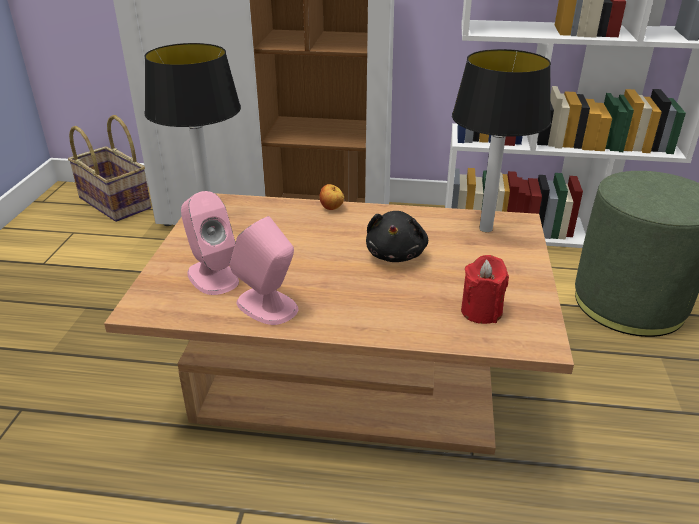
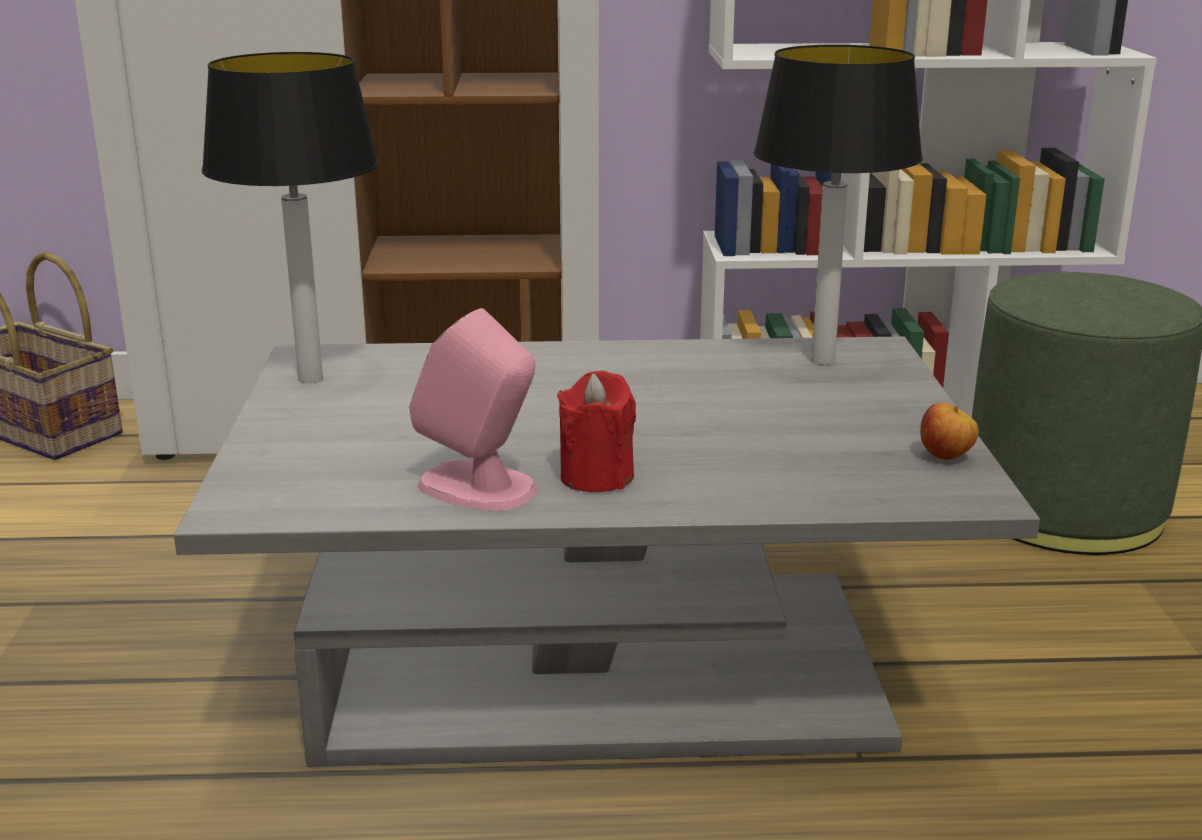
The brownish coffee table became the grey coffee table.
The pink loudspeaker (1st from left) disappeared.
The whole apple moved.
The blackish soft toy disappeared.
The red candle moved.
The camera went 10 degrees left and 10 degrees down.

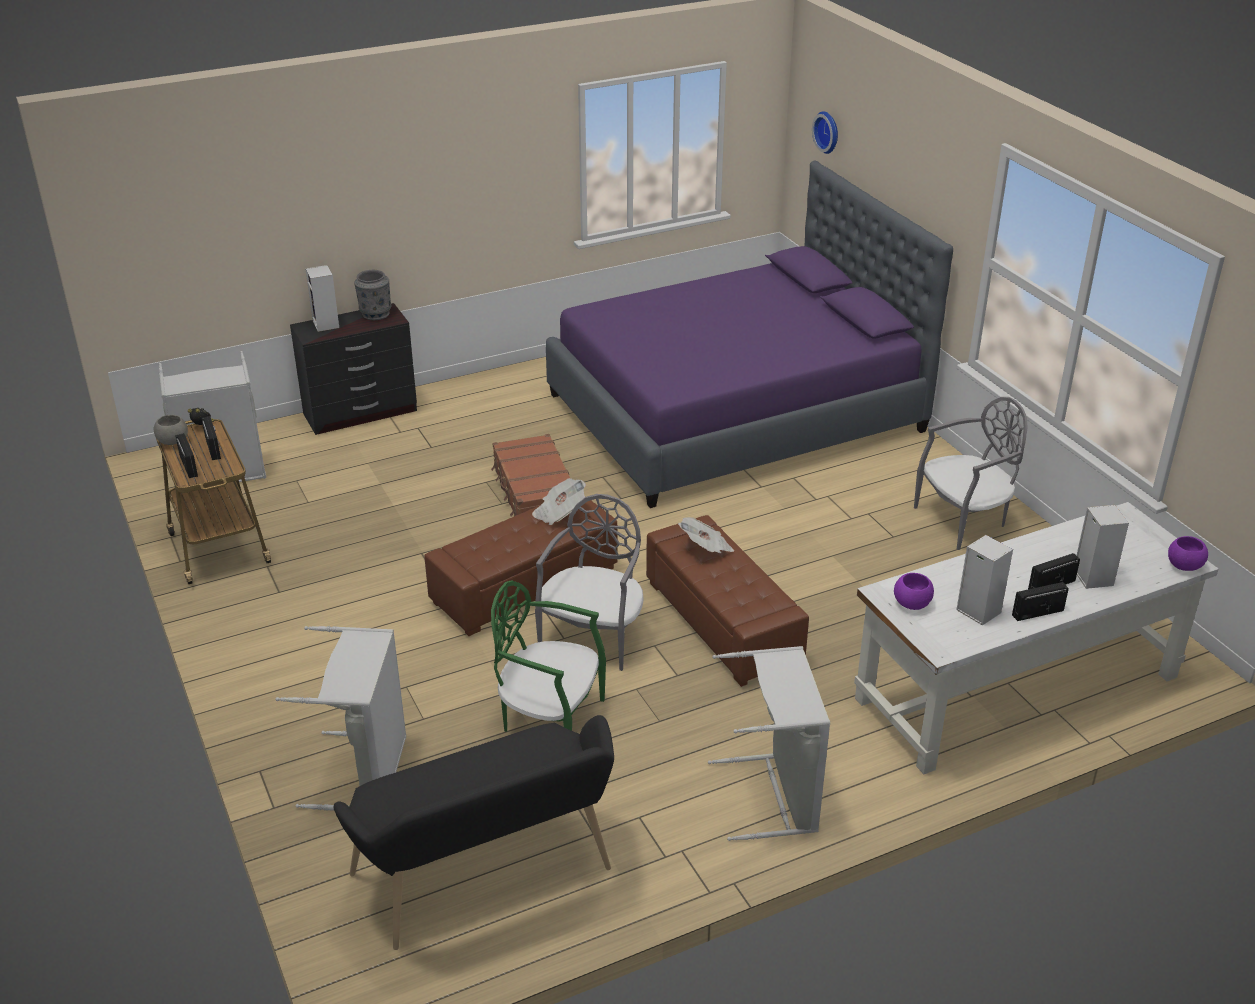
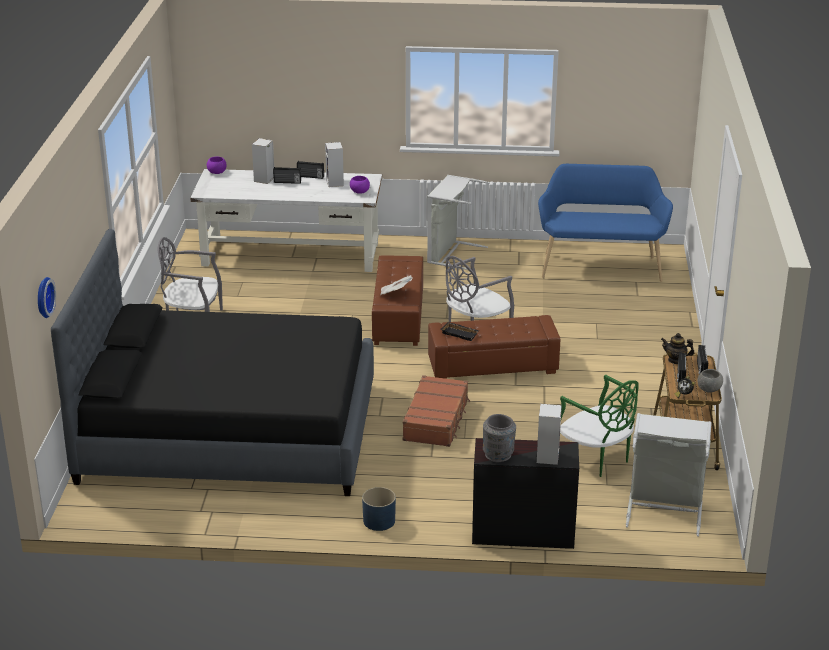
The grey hamper (2nd from left) disappeared.
The blackish indoor bench became the bluish indoor bench.
The green-coloured chair moved.
The daily paper (1st from left) was replaced by the blackish serving tray.
The purple bed became the blackish bed.
The bluish flower pot appeared.
The tea pot appeared.
The camera went 150 degrees left and 5 degrees down.

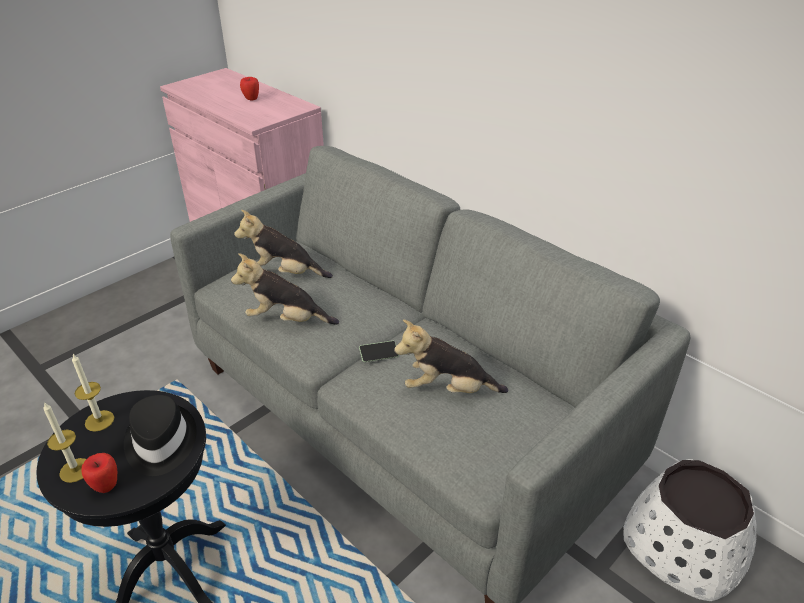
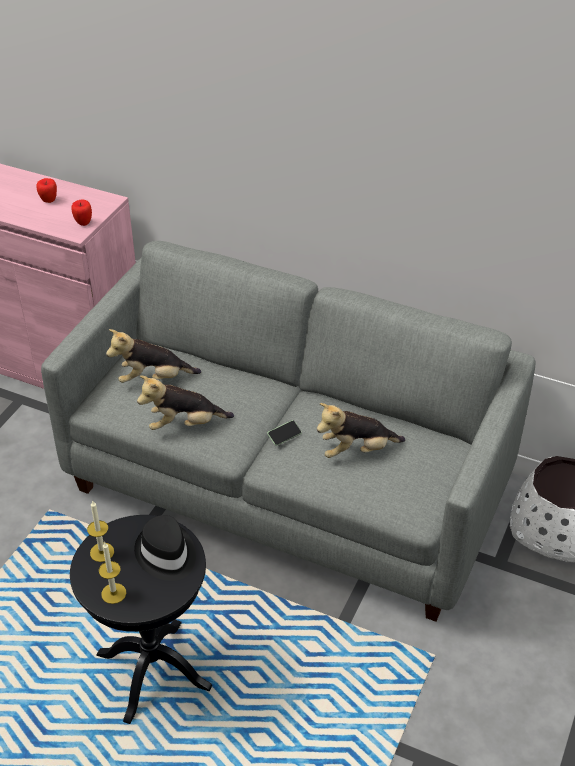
The whole apple (1st from left in the first image) moved.
The camera went 20 degrees left and 5 degrees up.

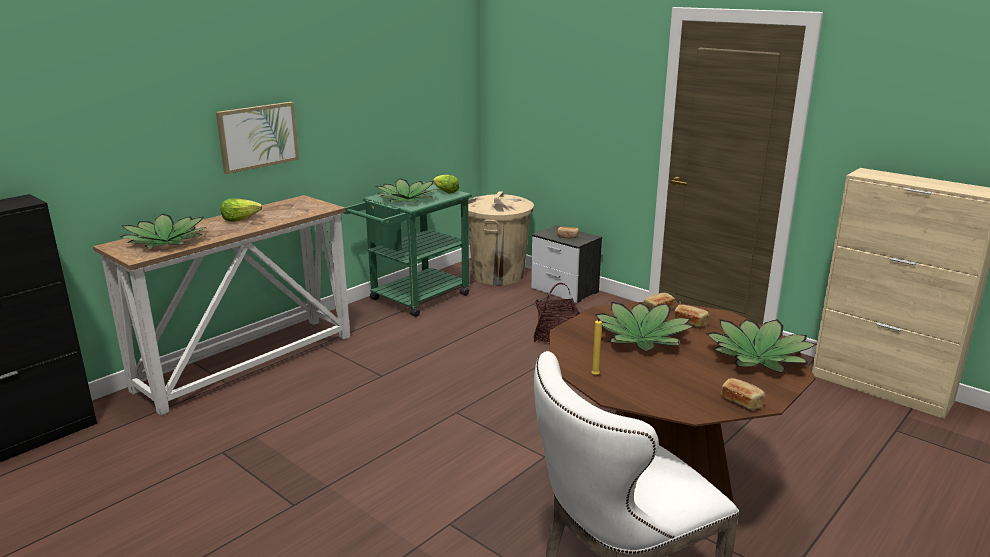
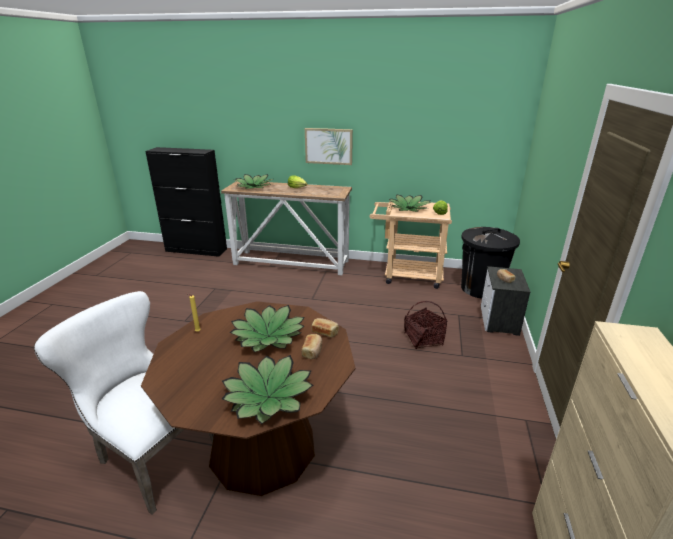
The green-coloured cart became the beige cart.
The beige waste bin became the blackish waste bin.
The baked bread (4th from left) disappeared.
The camera went 60 degrees right and 5 degrees up.

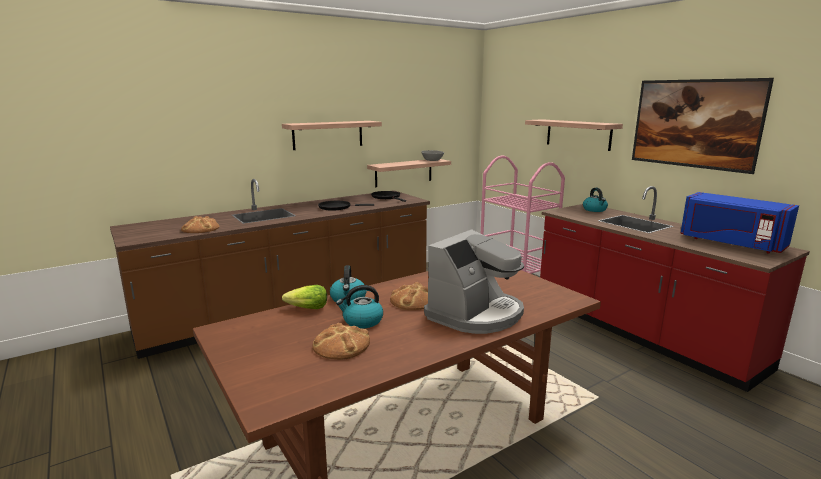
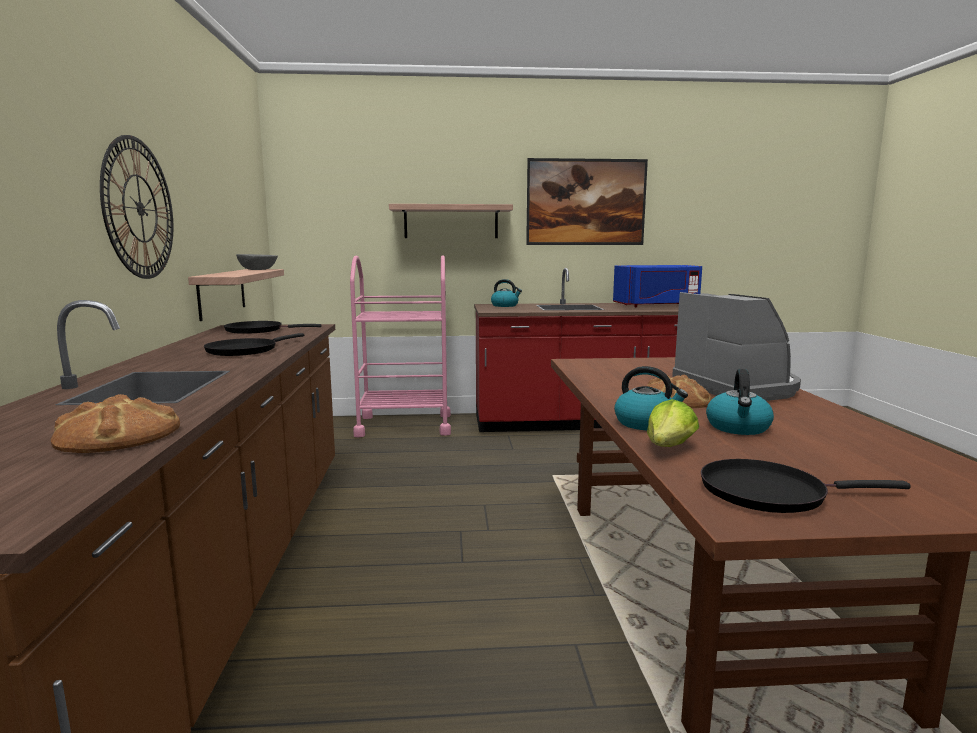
The bracket shelf (1st from left) was replaced by the clock on the wall.
The baked bread (2nd from left) disappeared.
The blackish skillet (3rd from left) appeared.
The camera went 60 degrees left and 5 degrees down.

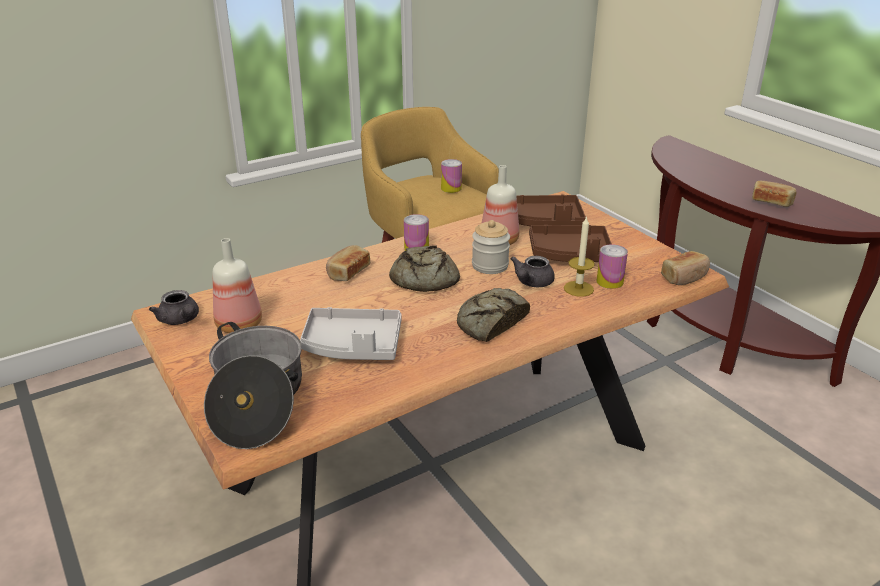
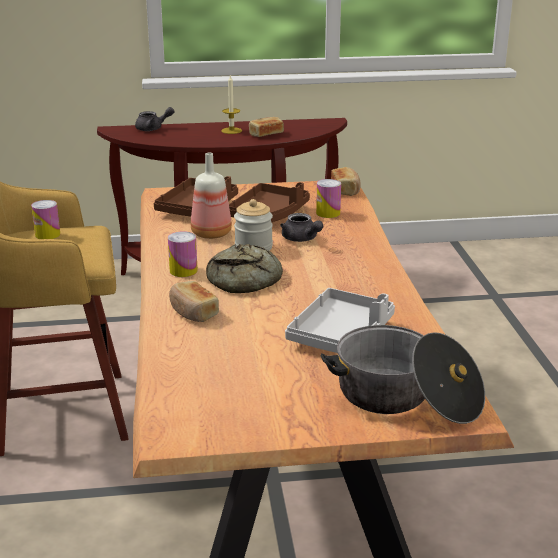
The grey tea pot (1st from left) moved.
The drink bottle (1st from left) disappeared.
The baked bread (3rd from left) disappeared.
The candle moved.
The camera went 65 degrees left and 5 degrees down.

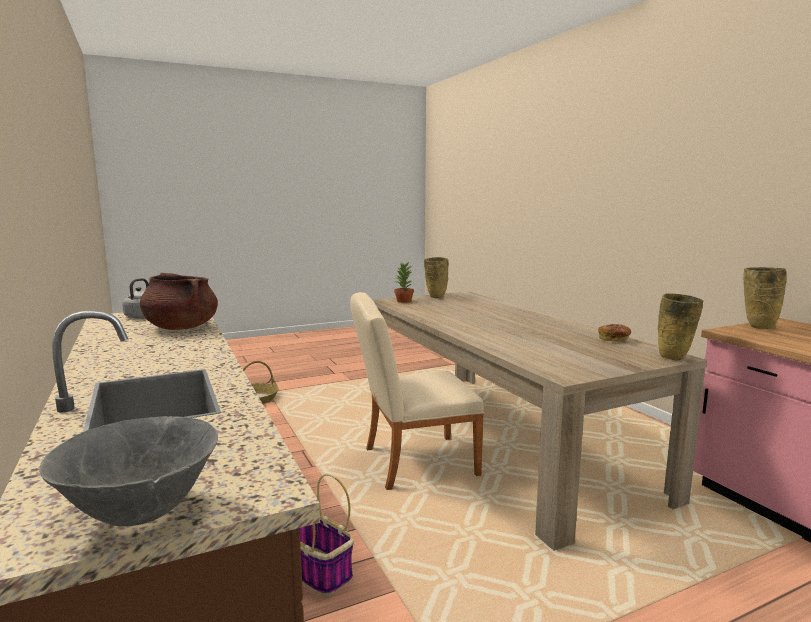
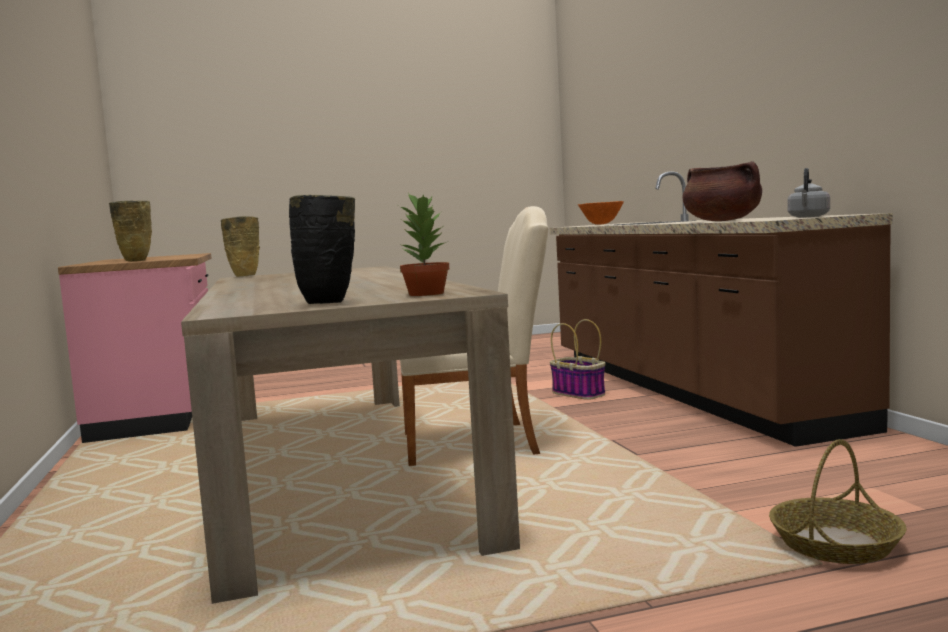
The grey serving bowl became the orangey serving bowl.
The beige decorative vase (1st from left) became the blackish decorative vase.
The baked bread disappeared.
The camera went 170 degrees left and 5 degrees down.

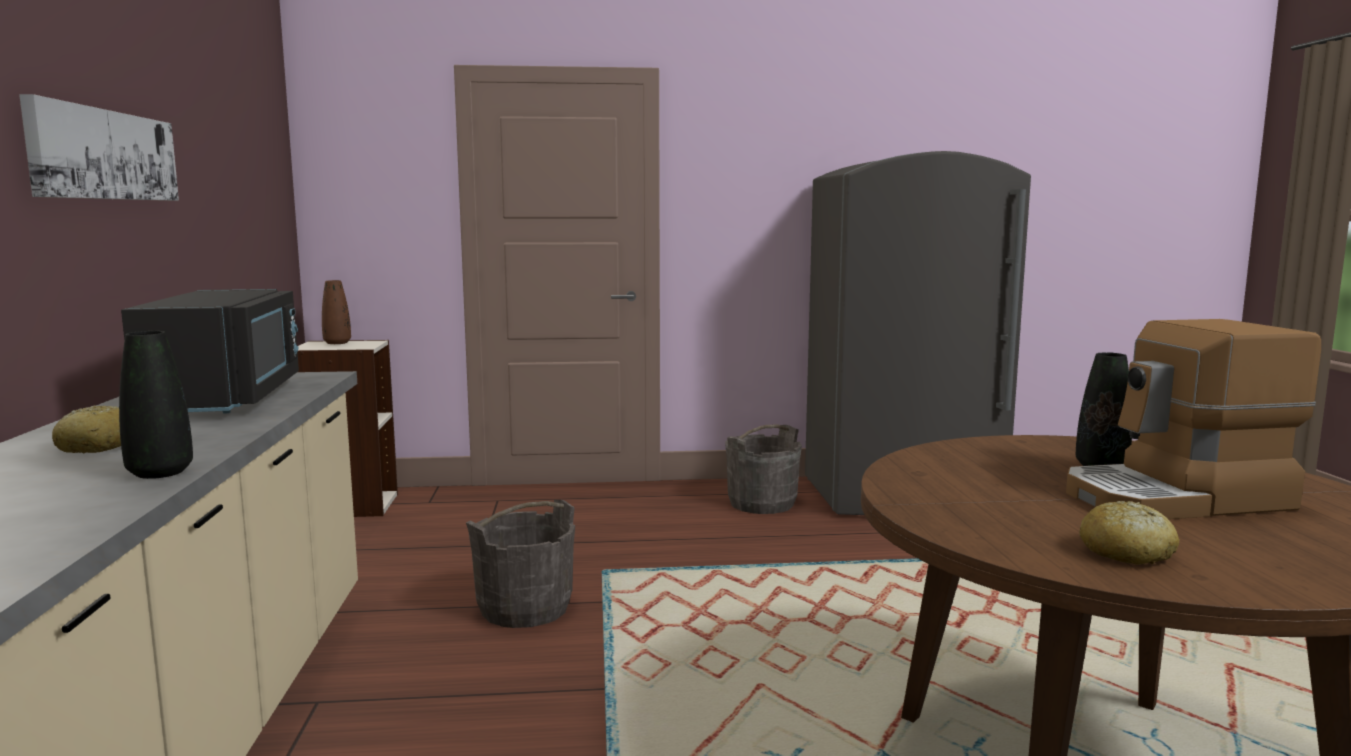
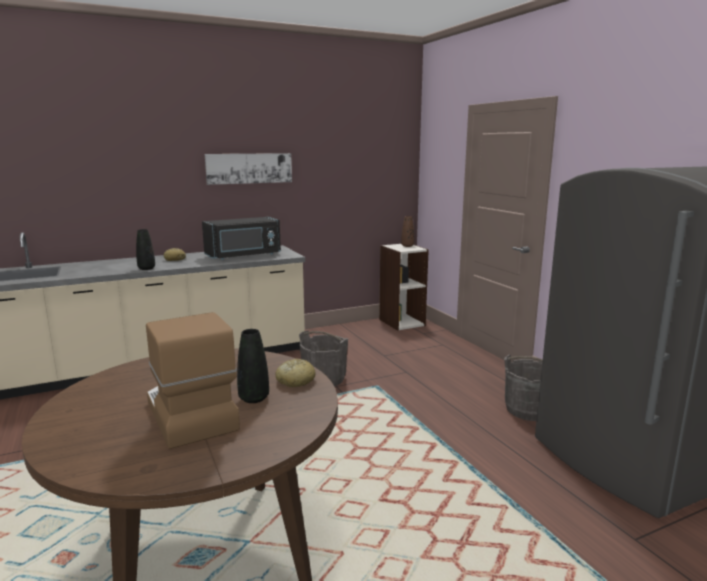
The baked bread (2nd from left) moved.
The camera went 70 degrees right and 5 degrees up.

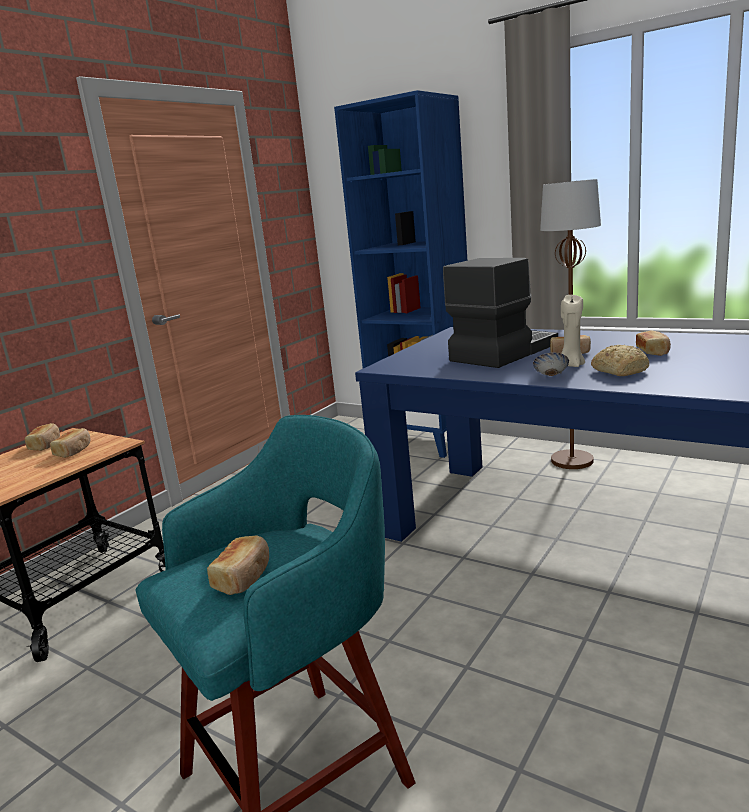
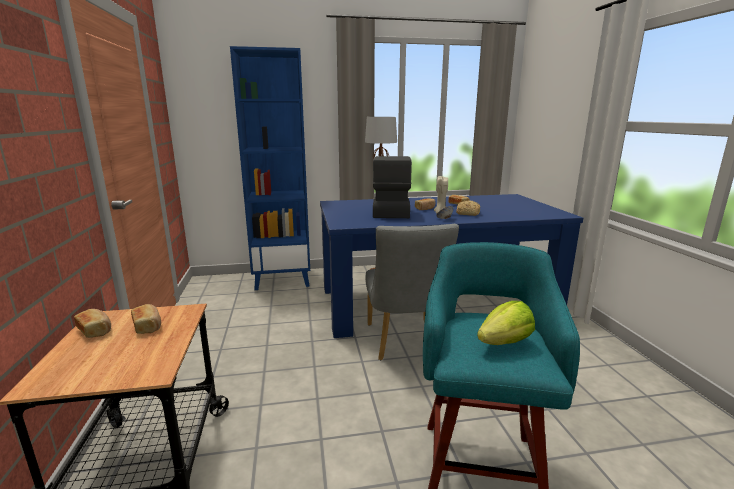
The baked bread (3rd from left) was replaced by the head of lettuce.
The grey chair appeared.
The camera went 45 degrees left and 0 degrees up.

